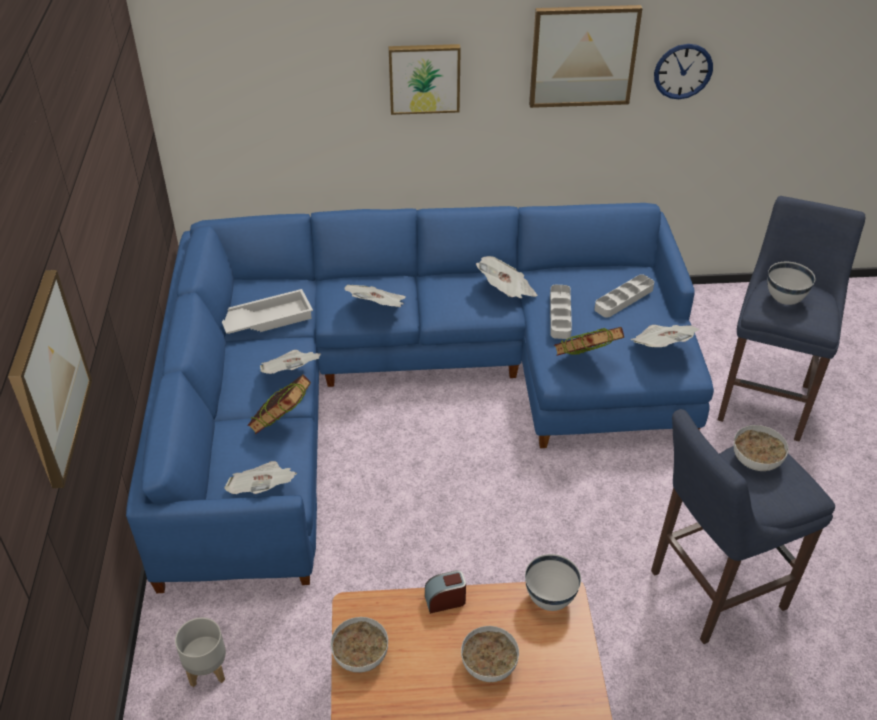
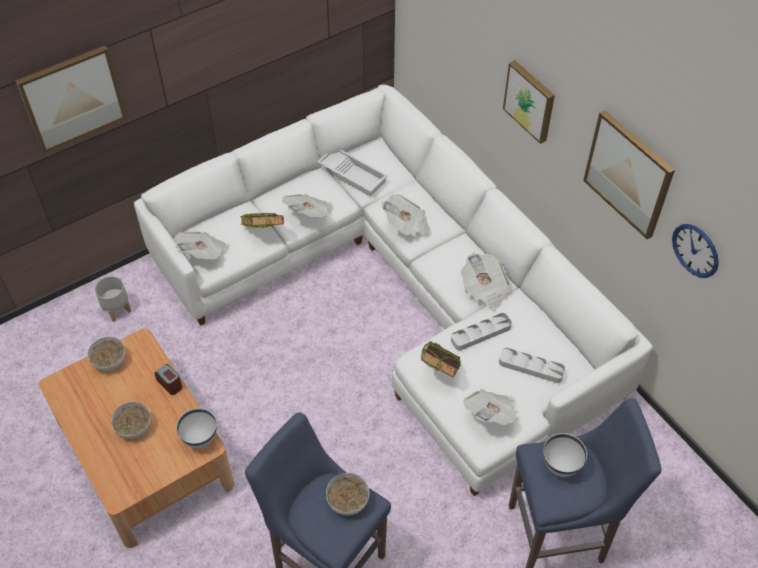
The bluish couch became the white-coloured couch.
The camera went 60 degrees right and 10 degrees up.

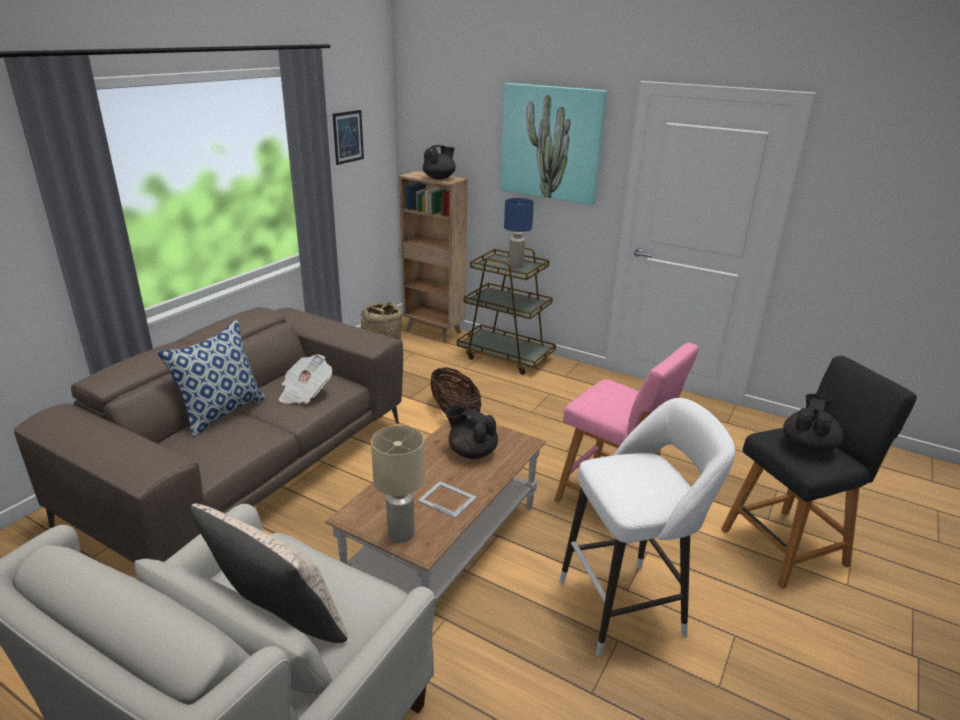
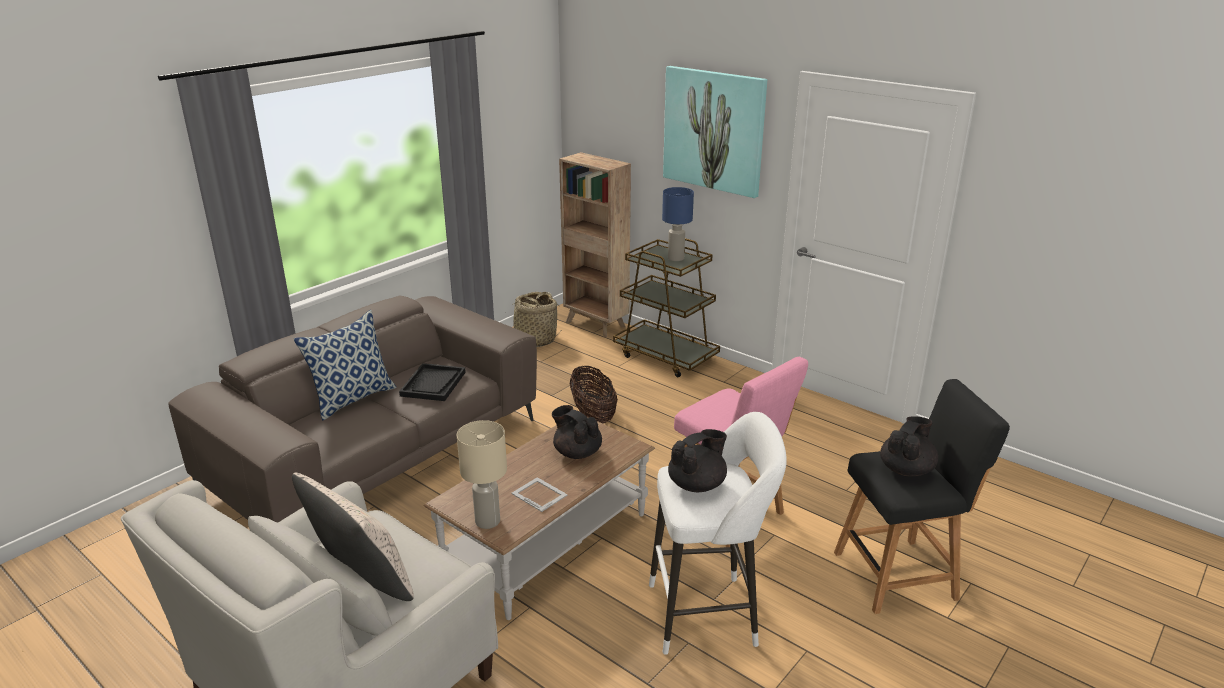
The daily paper was replaced by the blackish serving tray.
The wall art (1st from left) disappeared.
The blackish tea pot (1st from left in the first image) moved.
The camera went 10 degrees right and 0 degrees up.

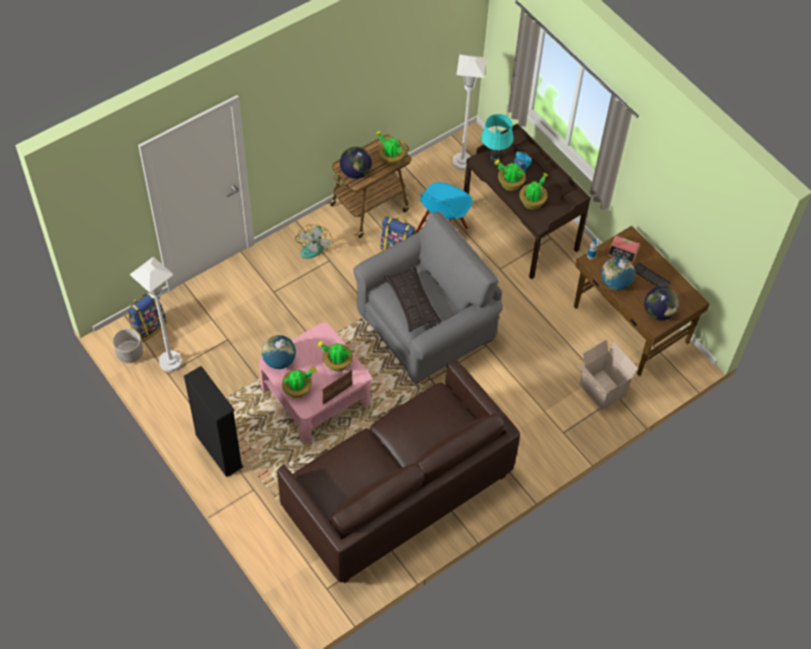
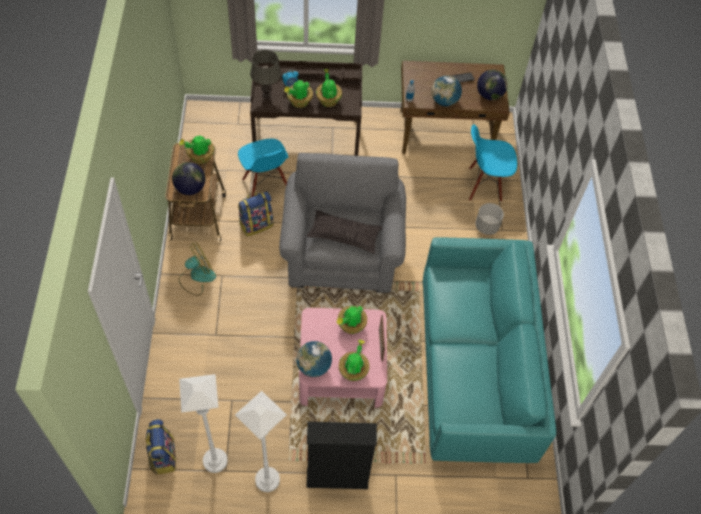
The grey flower pot moved.
The brownish couch became the blue-green couch.
The fan turned 75 degrees counterclockwise.
The white-coloured standard lamp (2nd from left) moved.
The blue-green lamp for a table became the grey lamp for a table.
The packing box was replaced by the bluish chair (2nd from left).
The bedside clock (2nd from left) disappeared.
The camera went 55 degrees left and 0 degrees up.

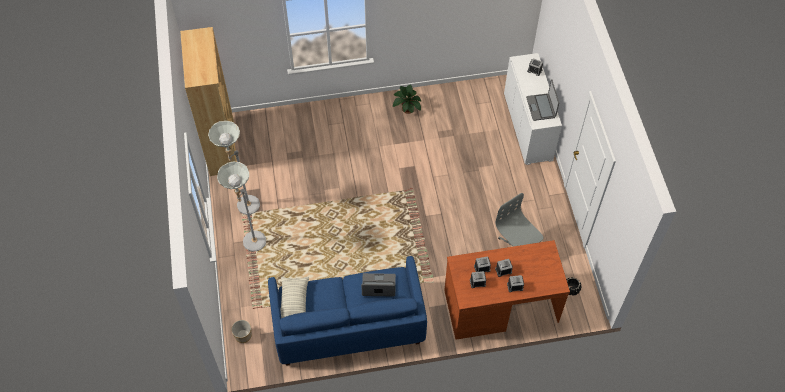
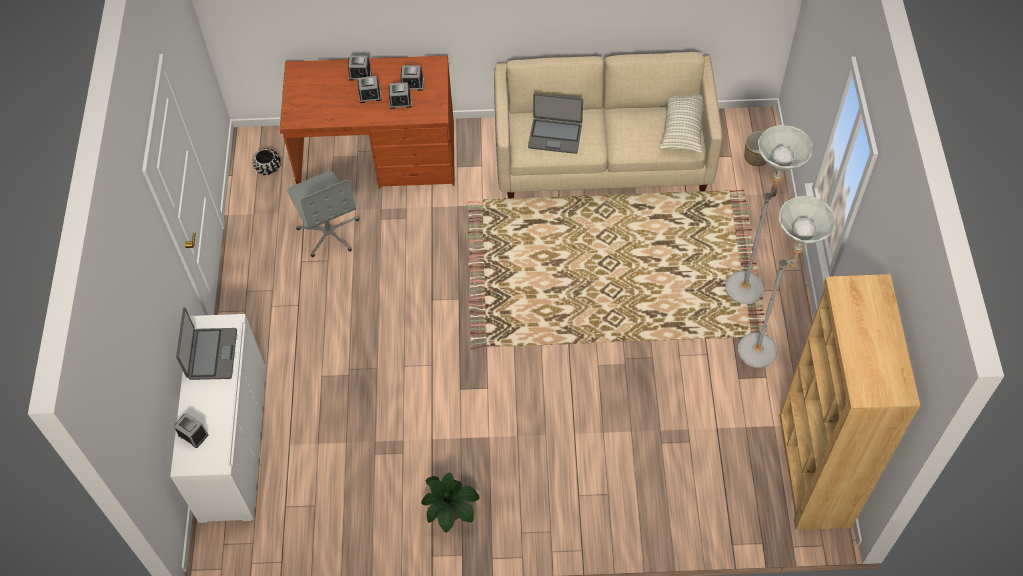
The bluish couch became the beige couch.
The camera went 170 degrees left and 0 degrees up.

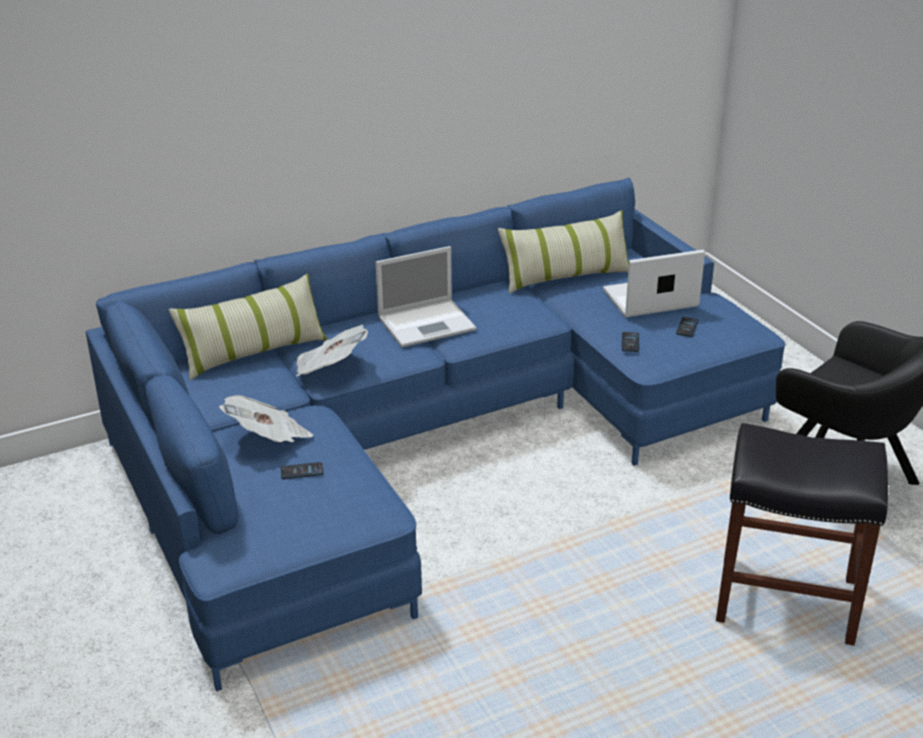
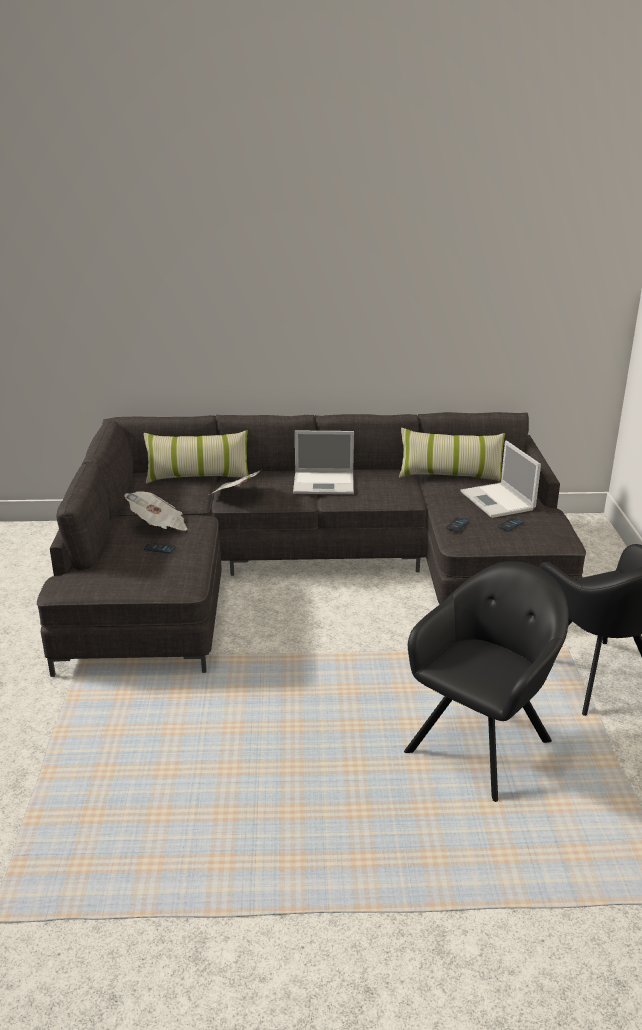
The bluish couch became the grey couch.
The portable computer (2nd from left) turned 120 degrees counterclockwise.
The blackish stool was replaced by the blackish easy chair (1st from left).
The camera went 25 degrees right and 5 degrees down.

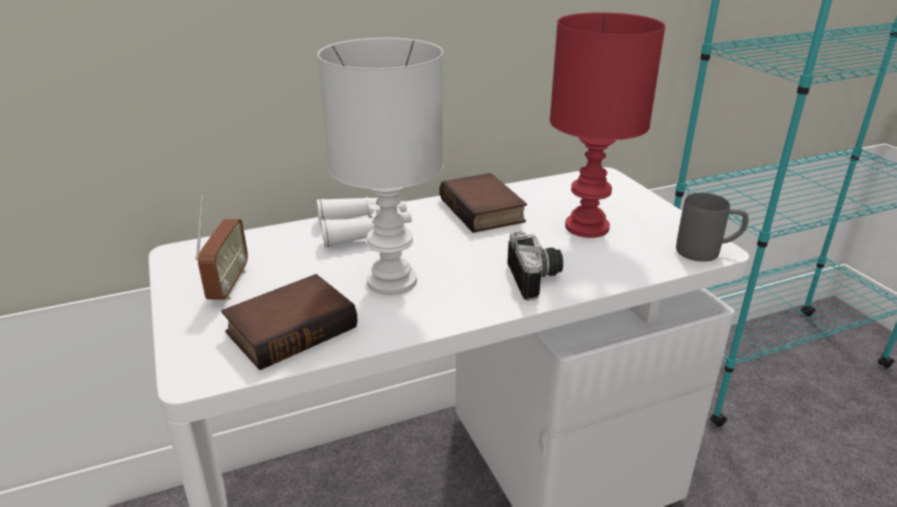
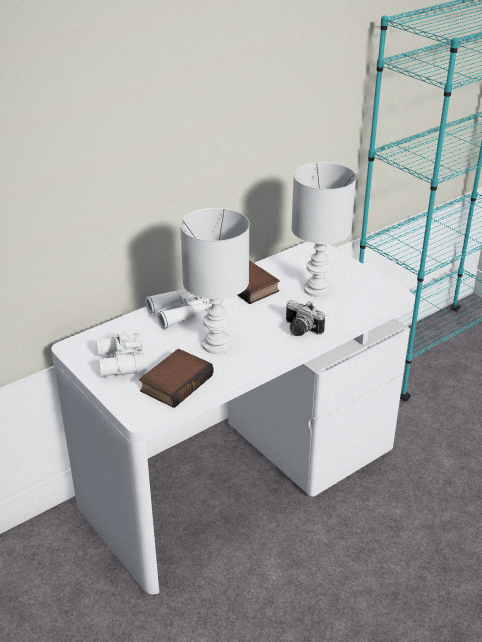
The radio set was replaced by the white-coloured field glasses (1st from left).
The still camera turned 150 degrees clockwise.
The red lamp for a table became the white-coloured lamp for a table (2nd from left).
The grey tea mug disappeared.
The camera went 15 degrees left and 5 degrees up.

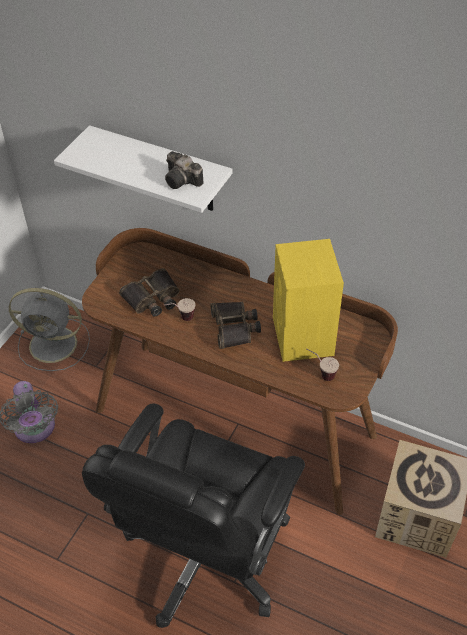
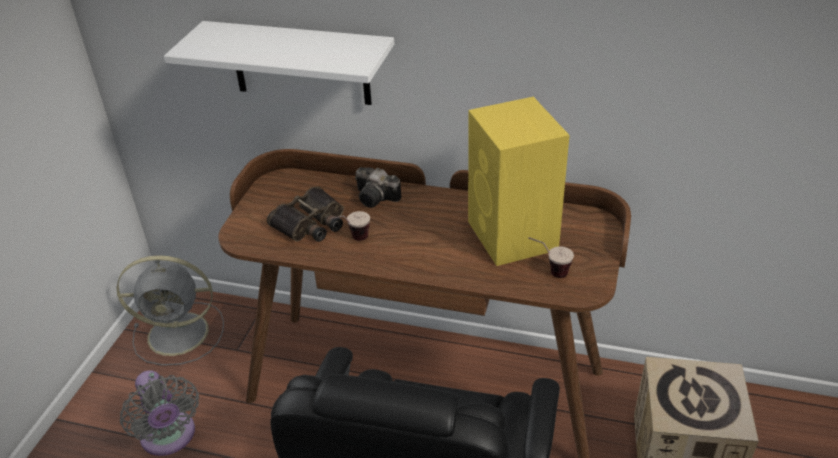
The still camera moved.
The field glasses (2nd from left) disappeared.
The camera went 10 degrees left and 10 degrees down.

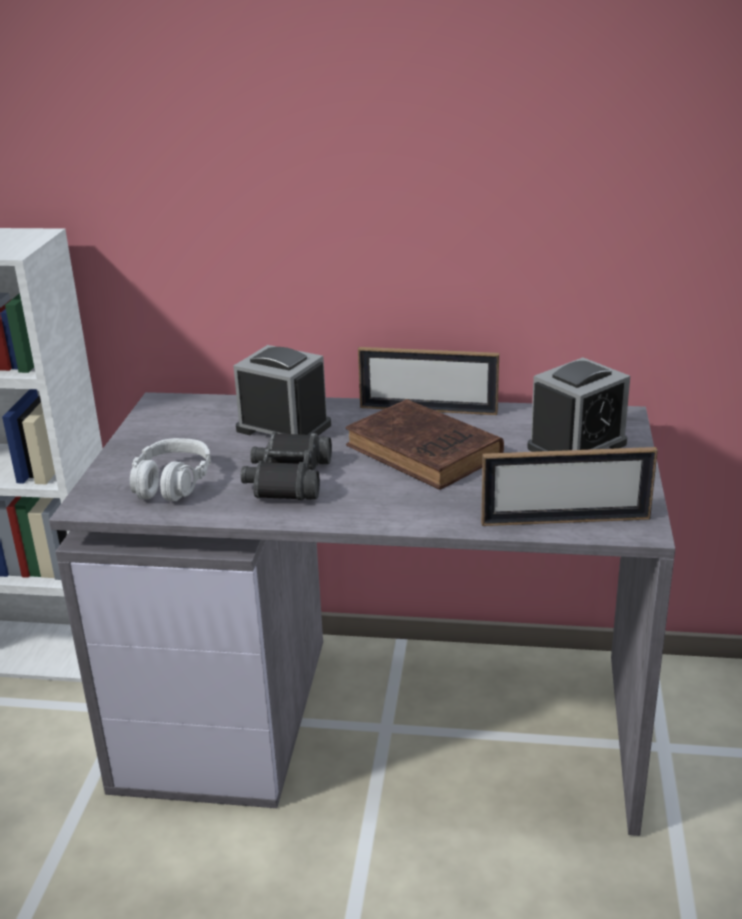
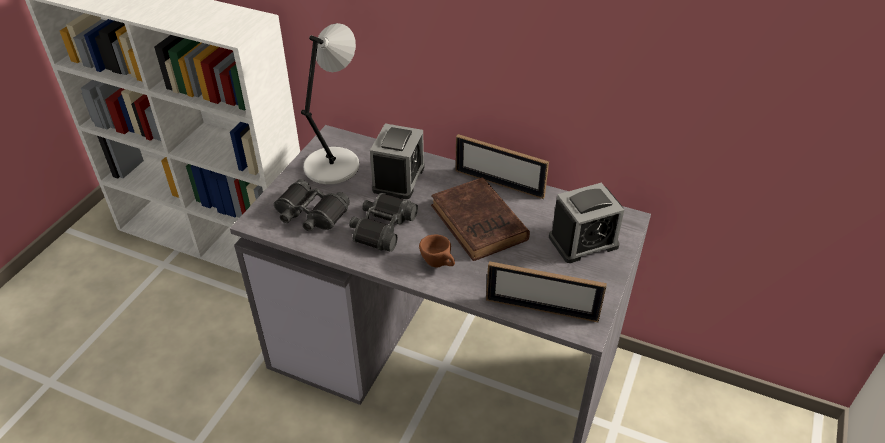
The grey pair of headphones was replaced by the blackish field glasses (1st from left).
The bedside clock (1st from left) turned 60 degrees clockwise.
The grey lamp for a table appeared.
The brownish drinking cup appeared.
The camera went 15 degrees right and 15 degrees up.

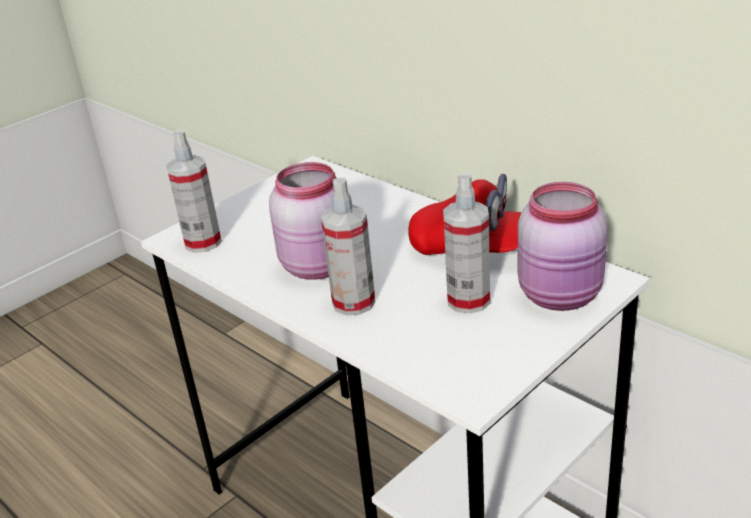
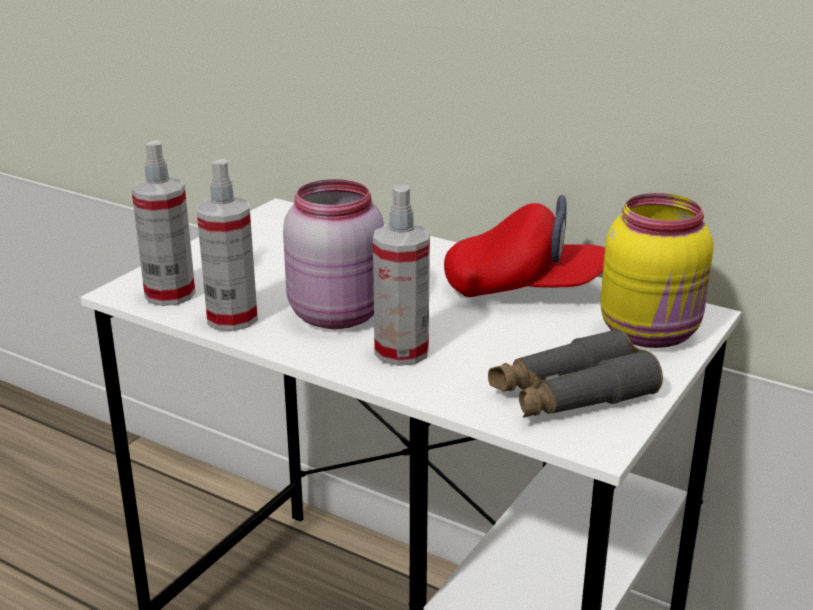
The hand sprayer (3rd from left in the first image) moved.
The pink storage jar (2nd from left) became the yellow storage jar.
The grey field glasses appeared.
The camera went 15 degrees left and 5 degrees down.

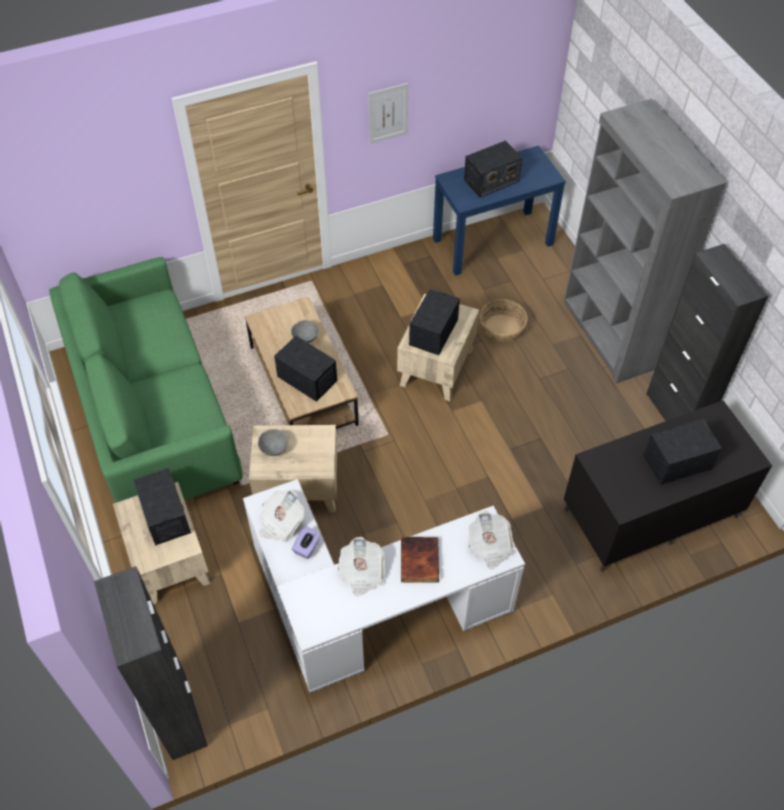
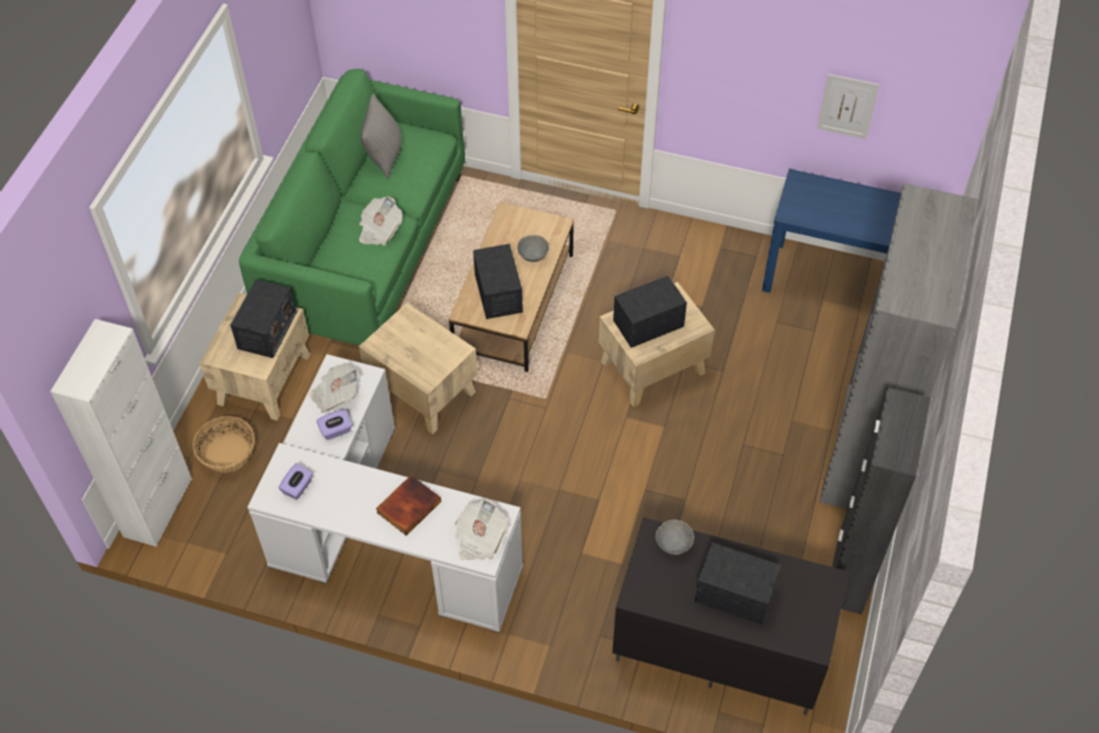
The blackish storage cabinet (1st from left) became the white-coloured storage cabinet.
The grey serving bowl (1st from left in the first image) moved.
The daily paper (2nd from left) moved.
The wall art moved.
The radio set (4th from left) disappeared.
The storage basket moved.
The purple tissue box (1st from left) appeared.
The grey throw pillow appeared.
The camera went 40 degrees right and 0 degrees up.

